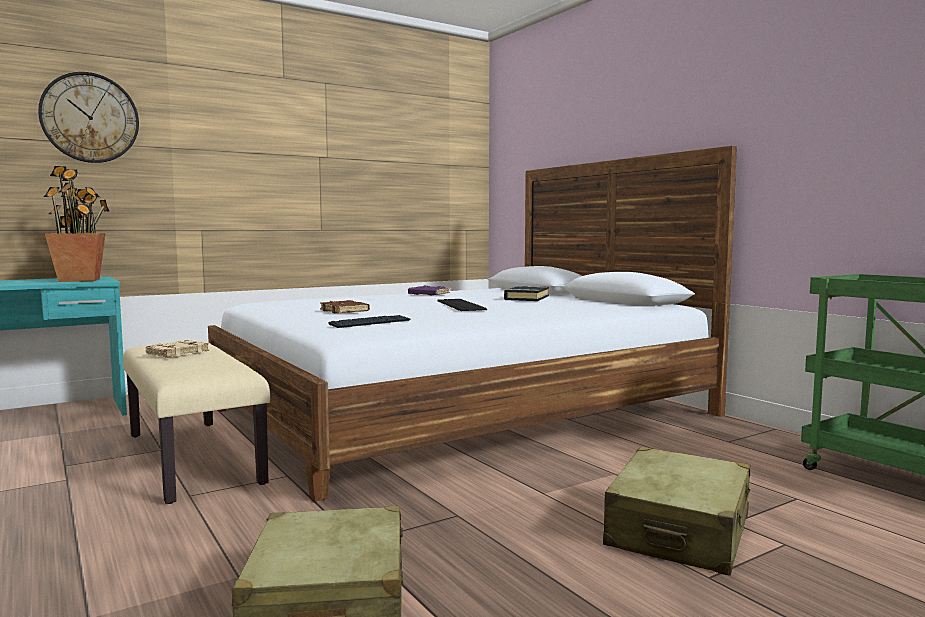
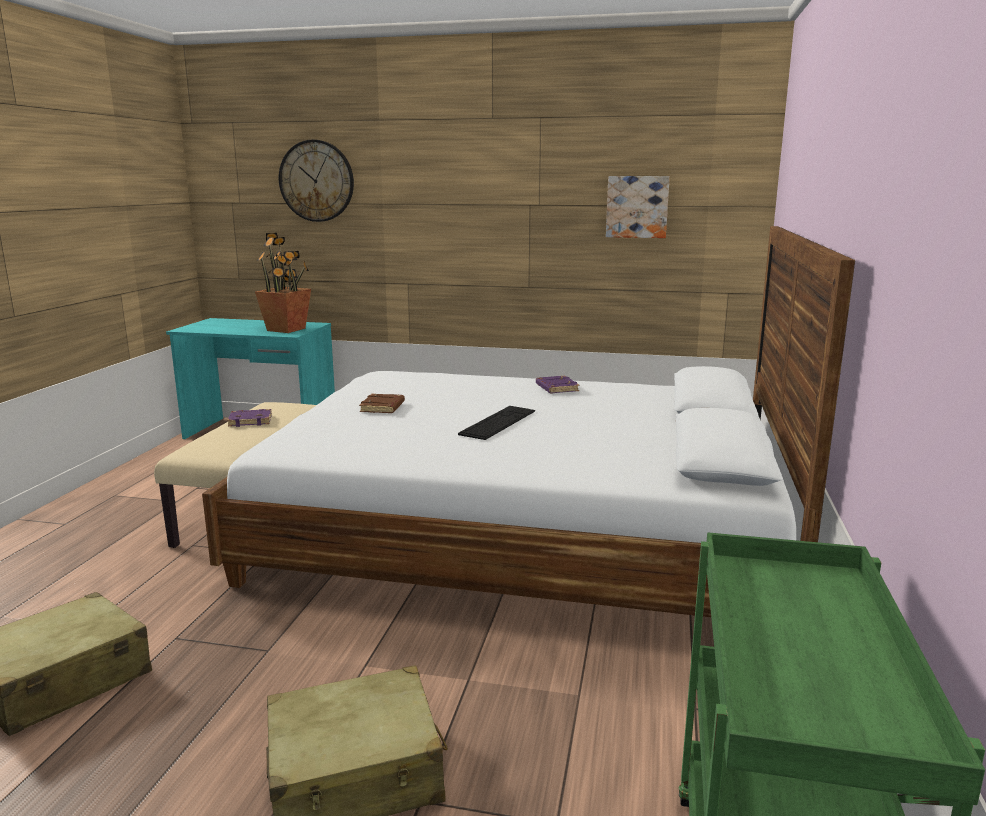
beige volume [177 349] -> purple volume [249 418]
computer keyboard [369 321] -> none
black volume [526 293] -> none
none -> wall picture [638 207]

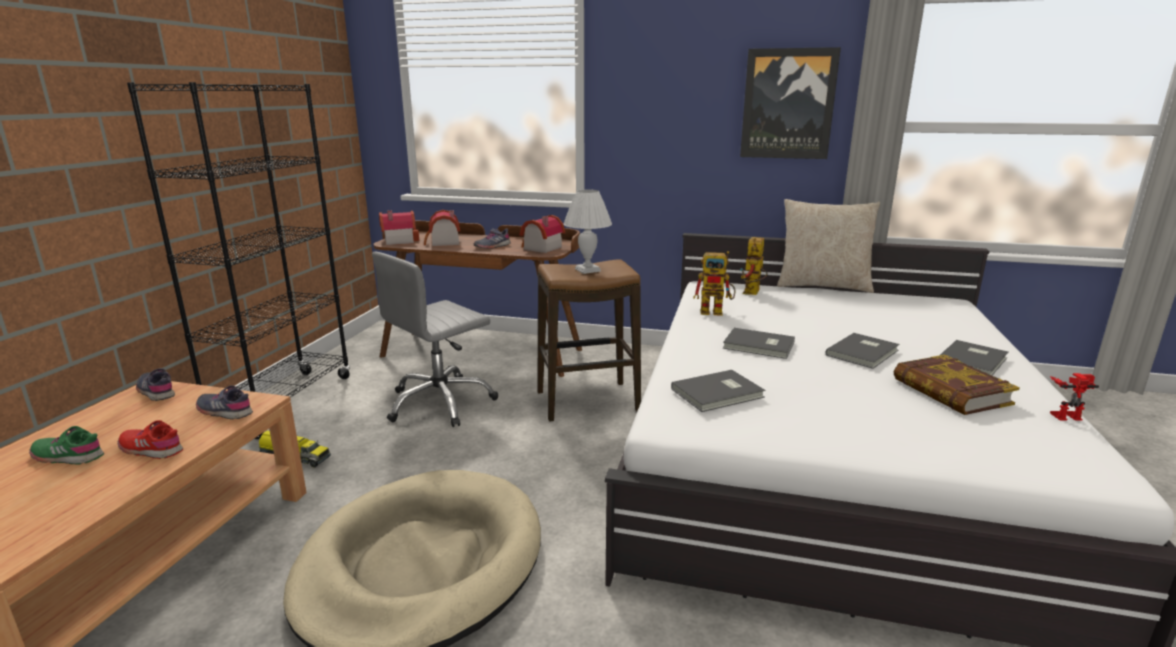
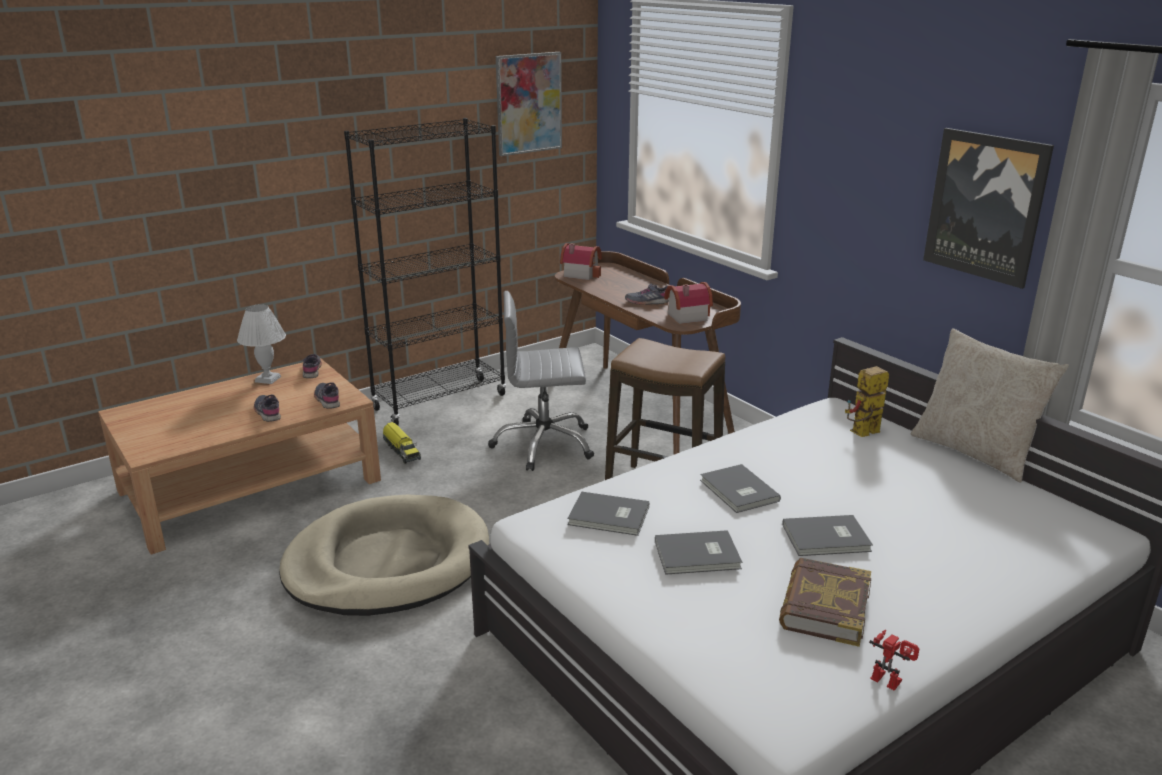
greenish item of footwear [66 445] -> none
red item of footwear [150 439] -> greyish item of footwear [267 408]
miniature house [442 228] -> none
white lamp for a table [587 231] -> white lamp for a table [261 344], relocated
toy robot [714 283] -> none
greyish volume [974 357] -> greyish volume [698 552], relocated
none -> wall picture [529 104]

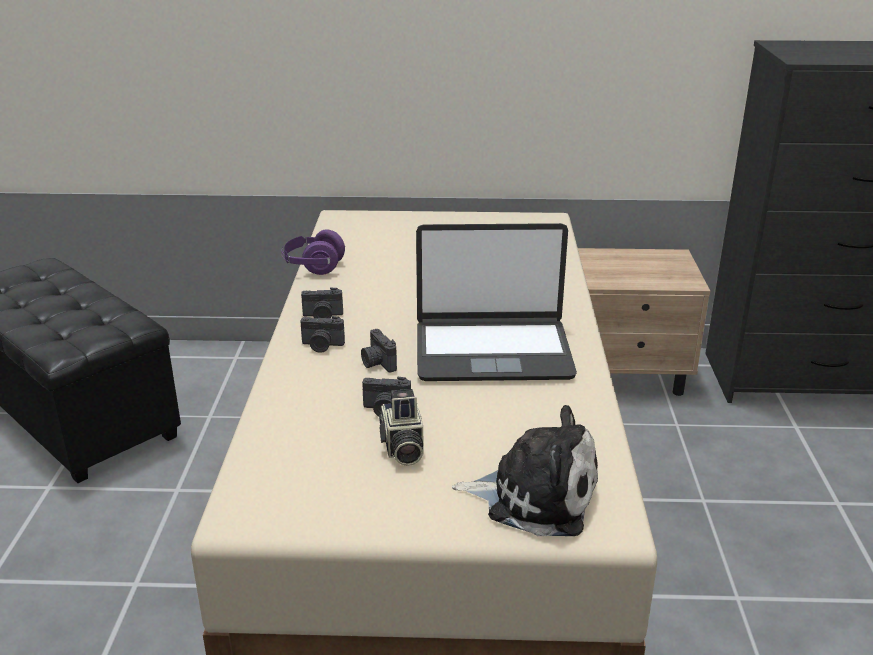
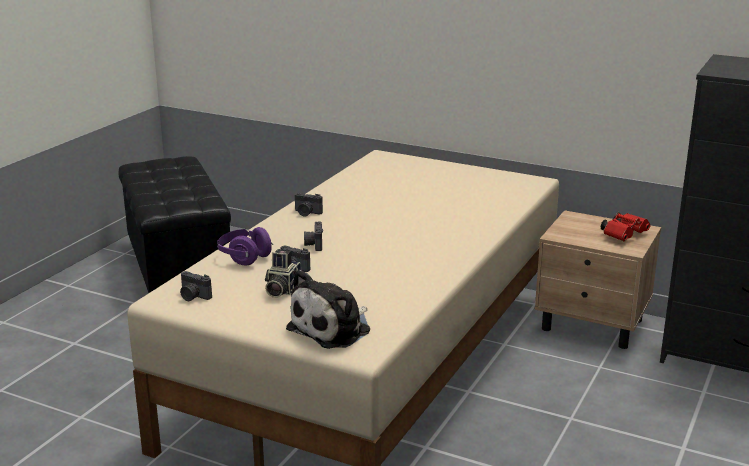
purple headphones [313 252] -> purple headphones [245 246], relocated
photo camera [322 334] -> photo camera [196 286], relocated
laptop [496 302] -> none
plush toy [525 470] -> plush toy [328 309], 90 degrees clockwise
none -> red pair of binoculars [625 227]

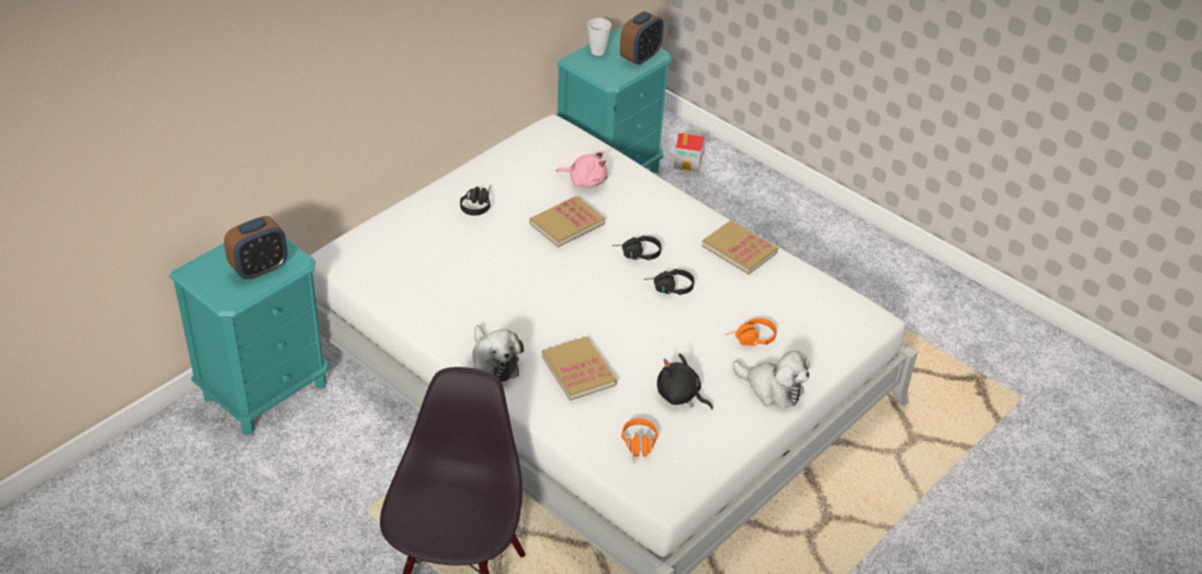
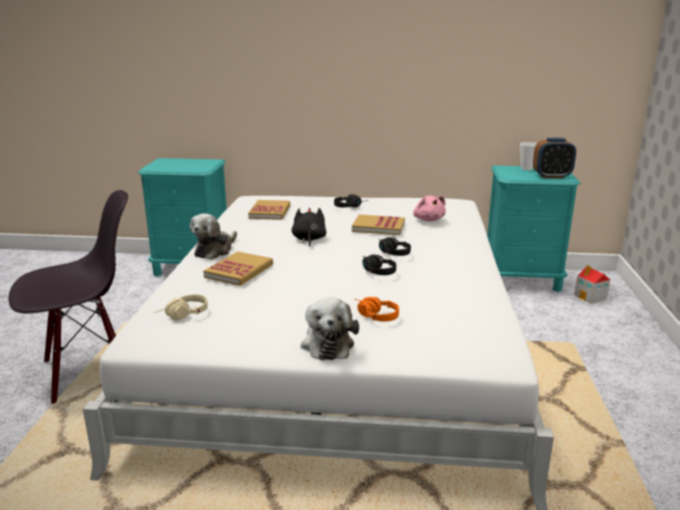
alarm clock [256 248] -> none
orange-coloured headphones [639 439] -> beige headphones [180 307]
black plush toy [685 381] -> black plush toy [309 227], relocated
volume [740 247] -> volume [269 210], relocated

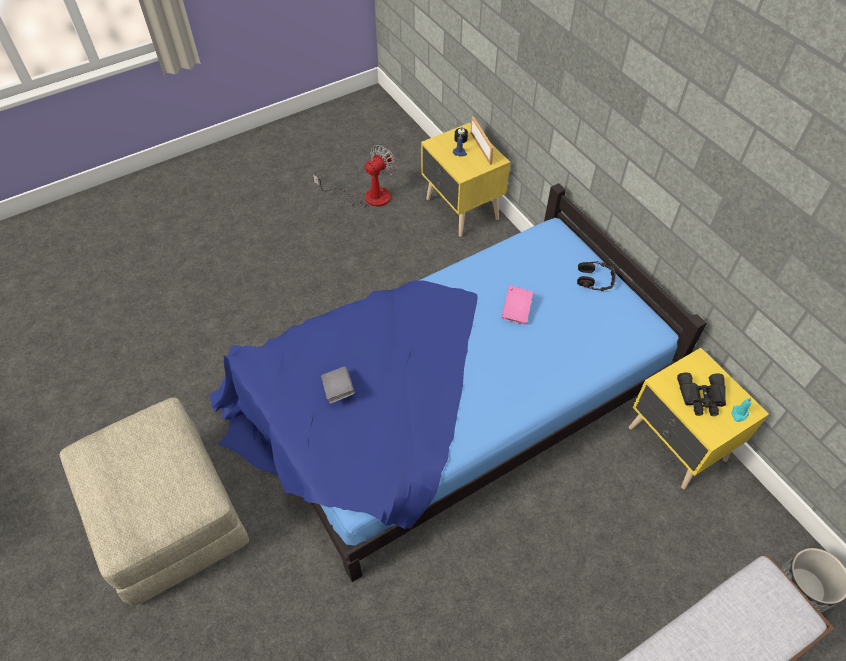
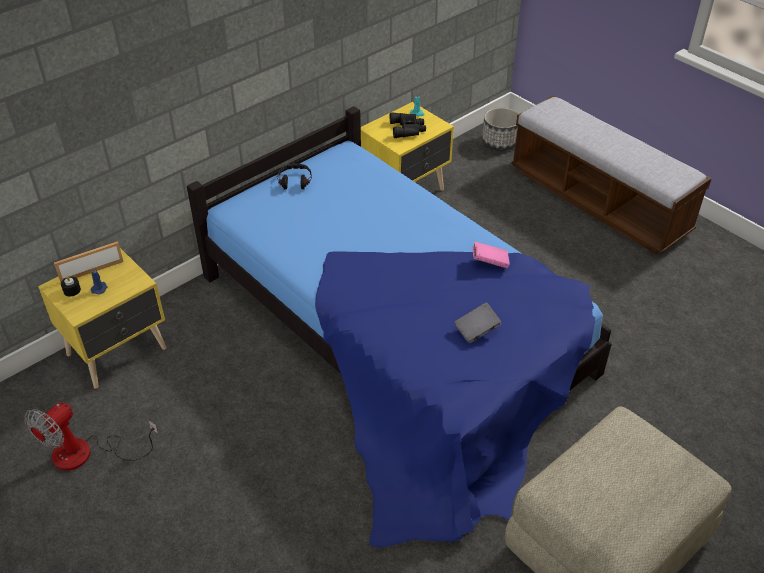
cooling fan [355 175] -> cooling fan [91 436], 90 degrees counterclockwise
pinkish volume [517 305] -> pinkish volume [491 255], relocated

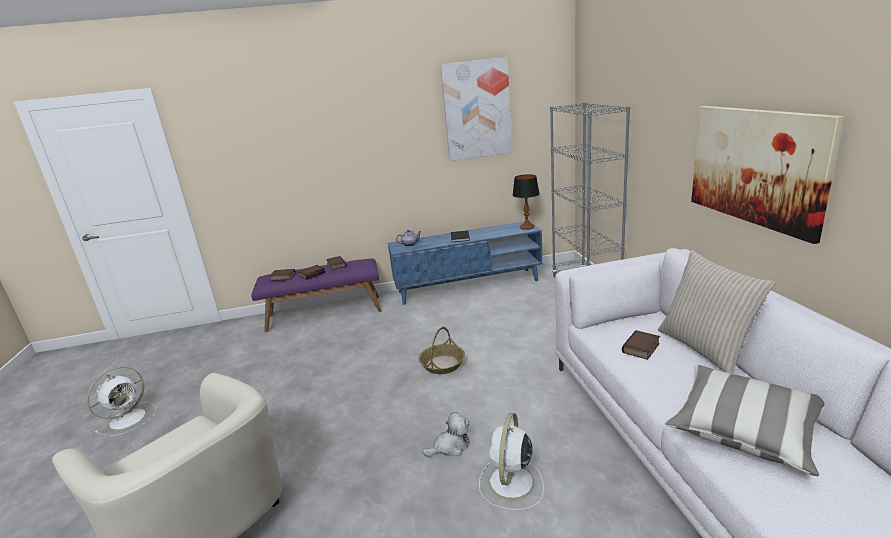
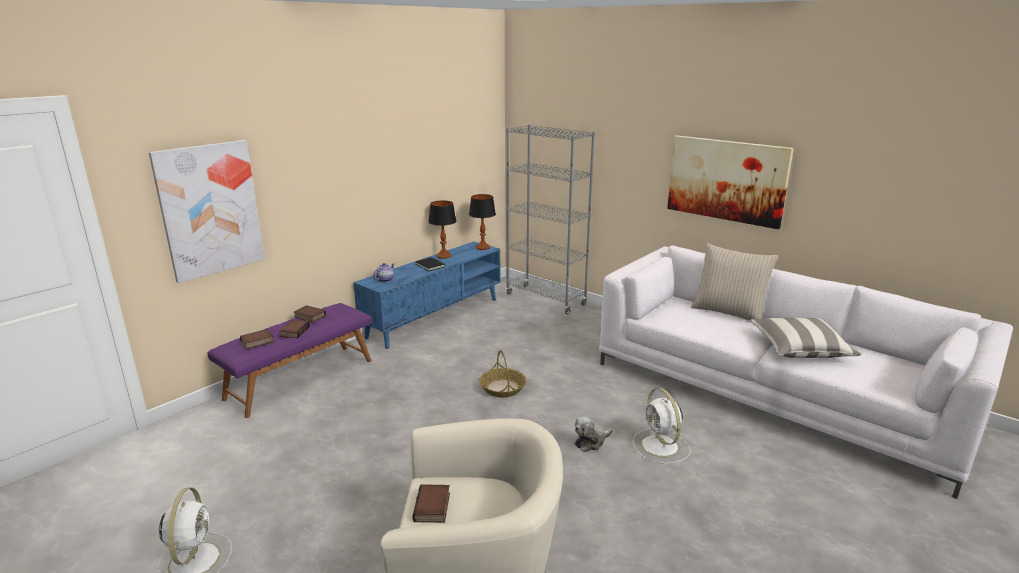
plush toy [446 434] -> plush toy [594 434], 150 degrees counterclockwise
wall picture [476 109] -> wall picture [207 211], relocated
volume [641 345] -> volume [431 503], relocated
none -> lamp for a table [442 230]

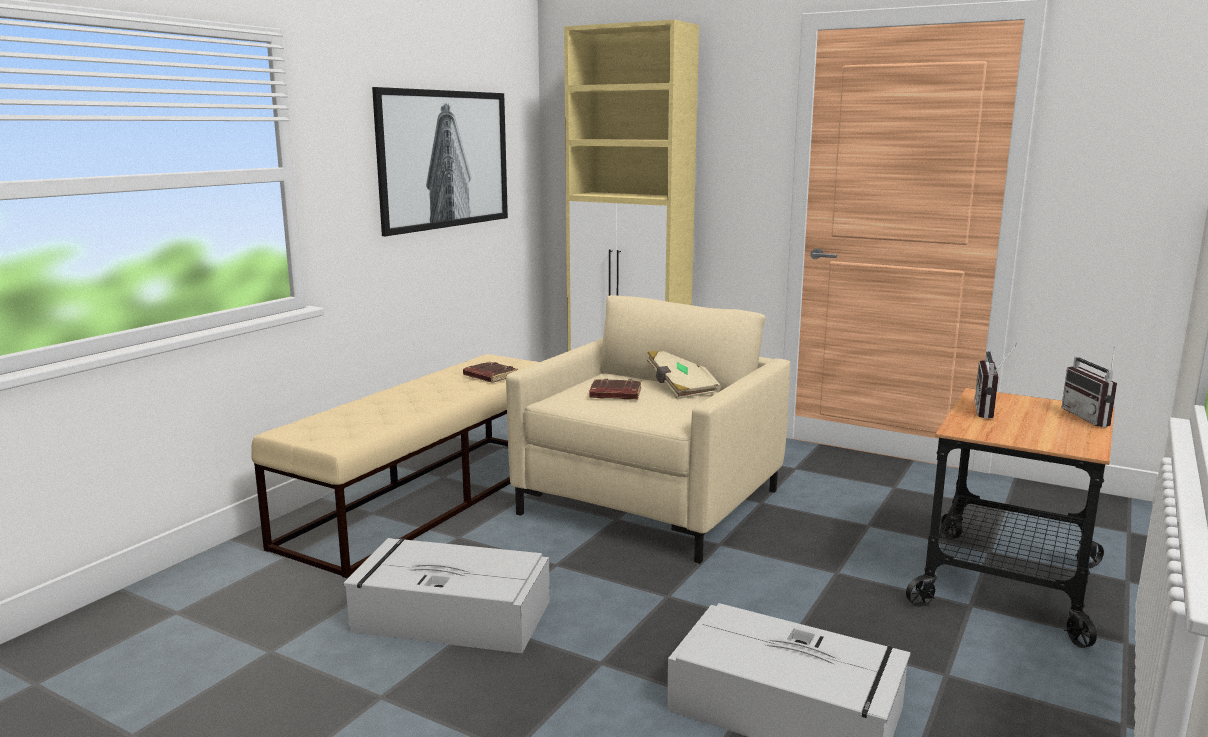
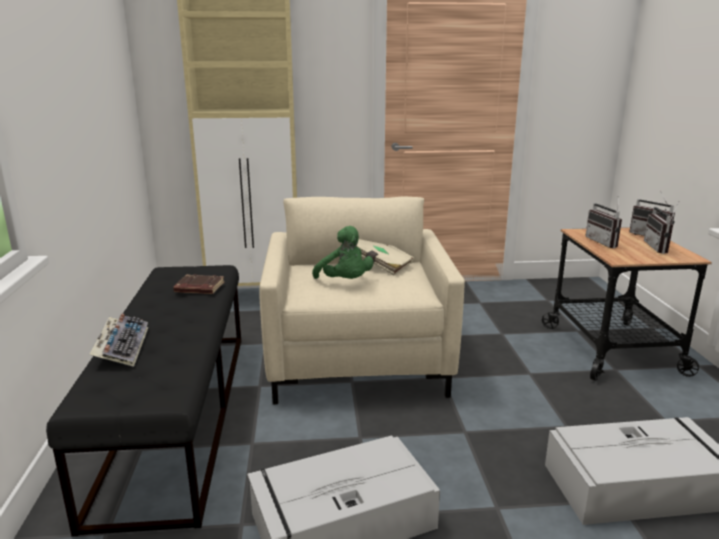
beige long seat [395 466] -> black long seat [143 400]
wall picture [440 161] -> none
brownish volume [615 389] -> greenish plush toy [342 252]
none -> computer keyboard [118 340]
none -> radio [661 228]

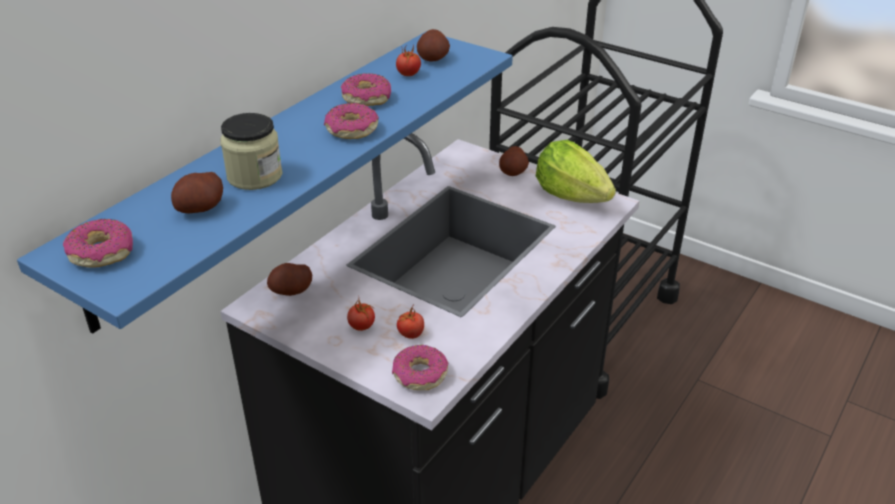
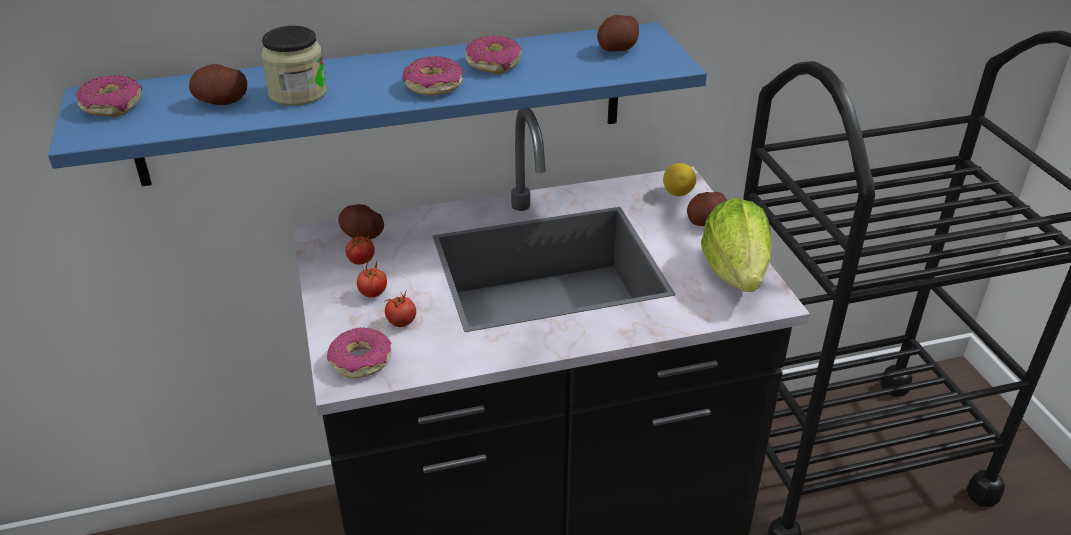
tomato [408 60] -> tomato [360 247], relocated
none -> citrus fruit [679 179]

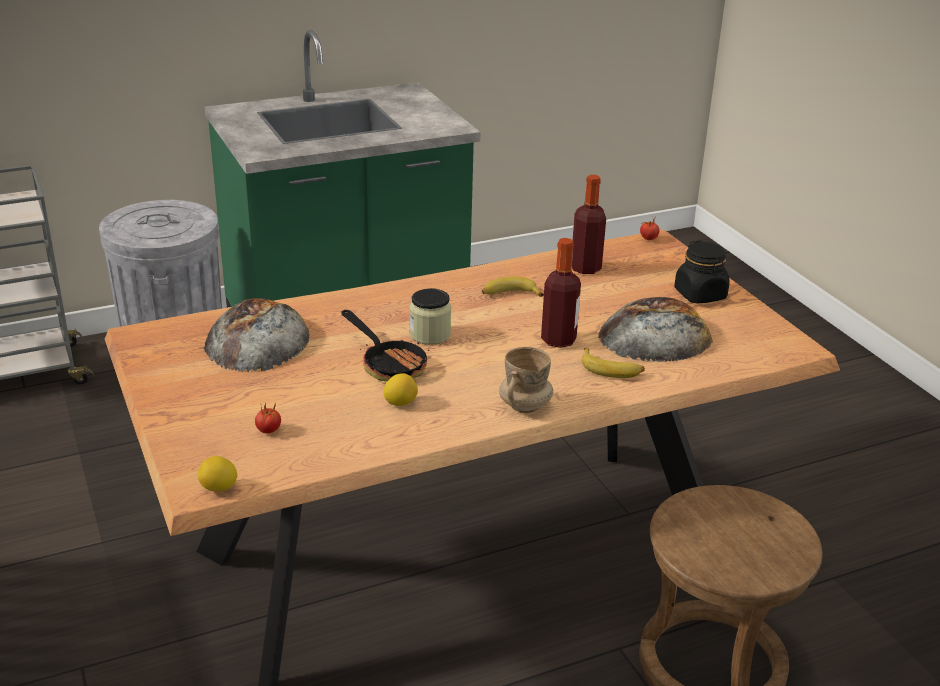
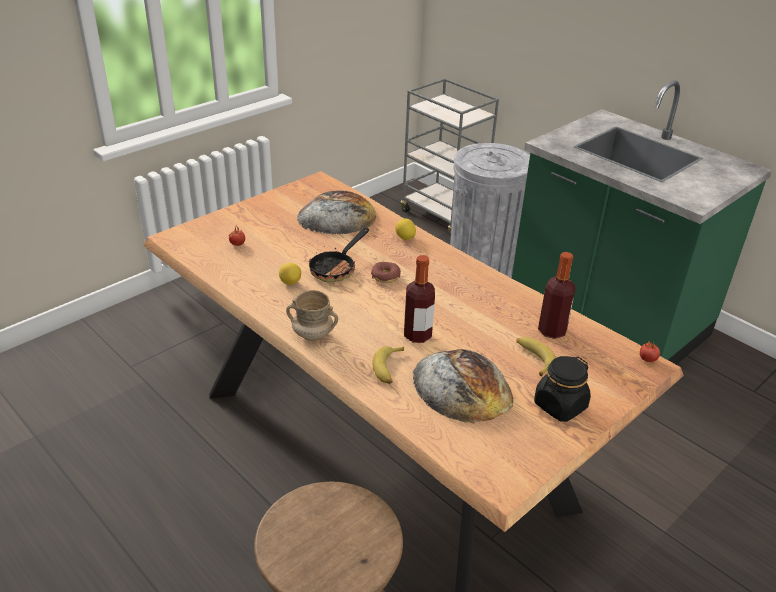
citrus fruit [218 474] -> citrus fruit [405 229], relocated
storage jar [430 316] -> donut [386 272]
whole banana [513 286] -> whole banana [536 356], relocated

